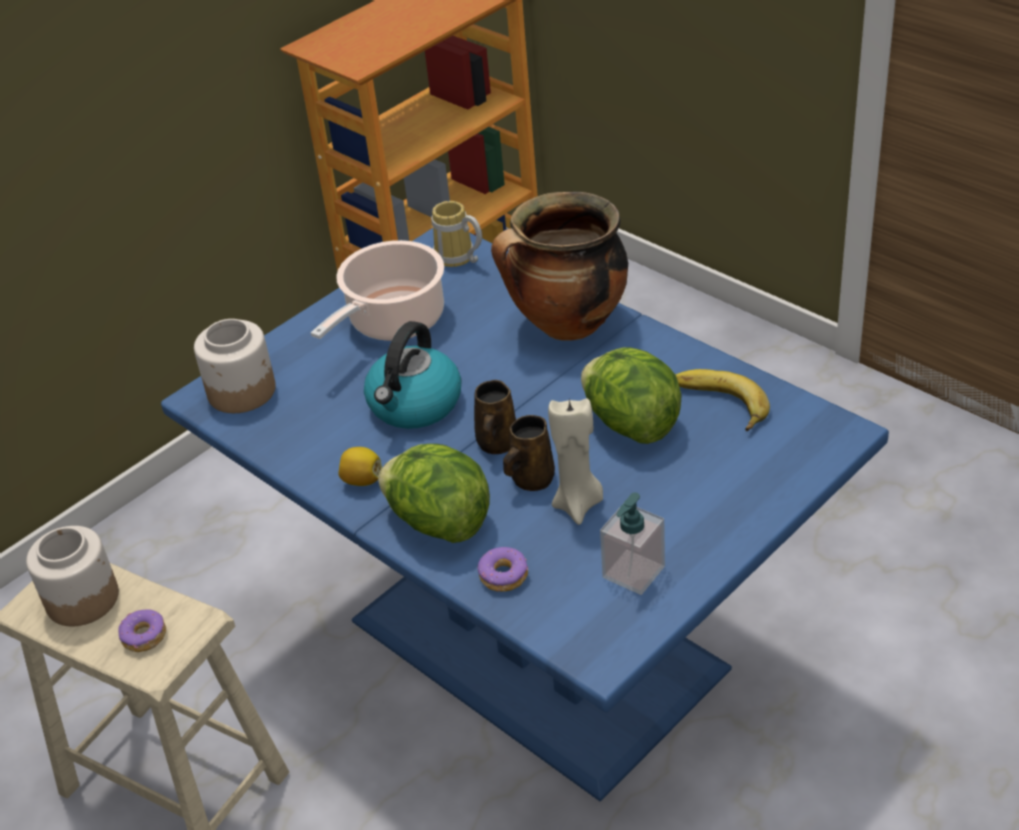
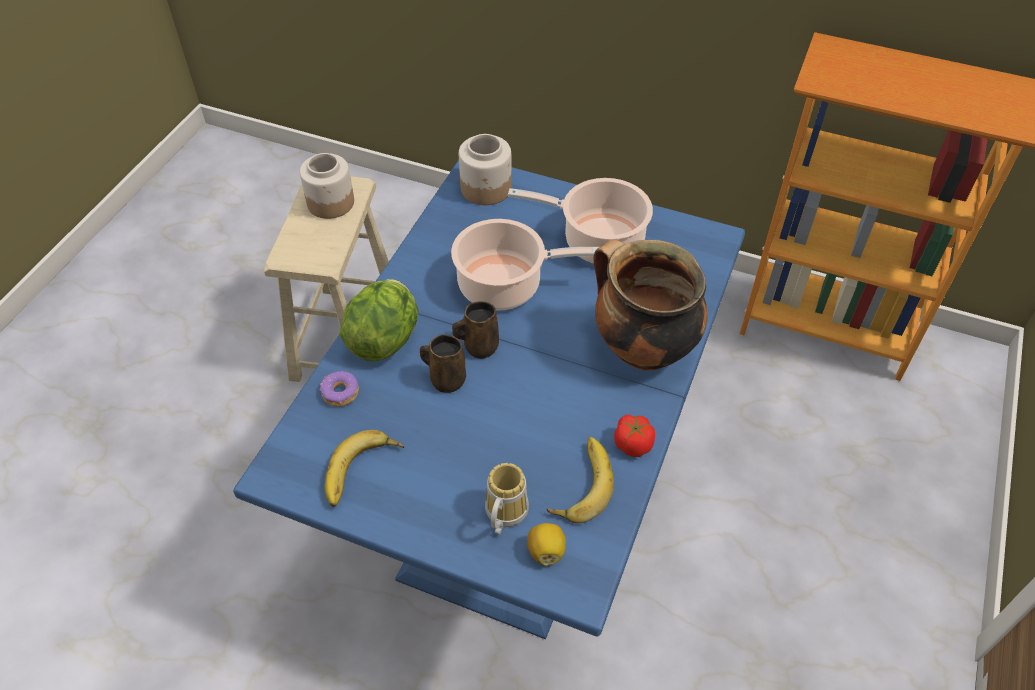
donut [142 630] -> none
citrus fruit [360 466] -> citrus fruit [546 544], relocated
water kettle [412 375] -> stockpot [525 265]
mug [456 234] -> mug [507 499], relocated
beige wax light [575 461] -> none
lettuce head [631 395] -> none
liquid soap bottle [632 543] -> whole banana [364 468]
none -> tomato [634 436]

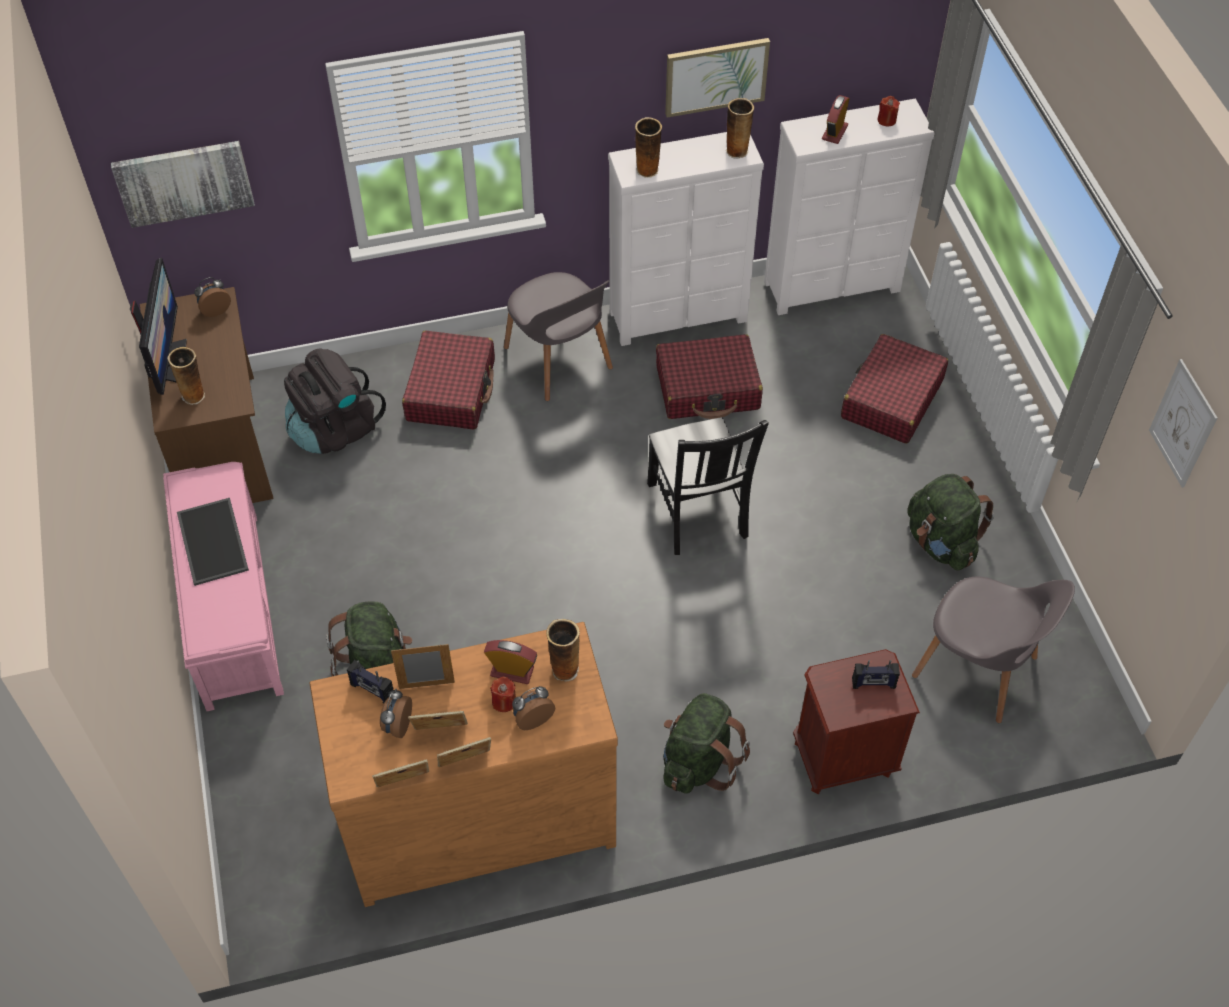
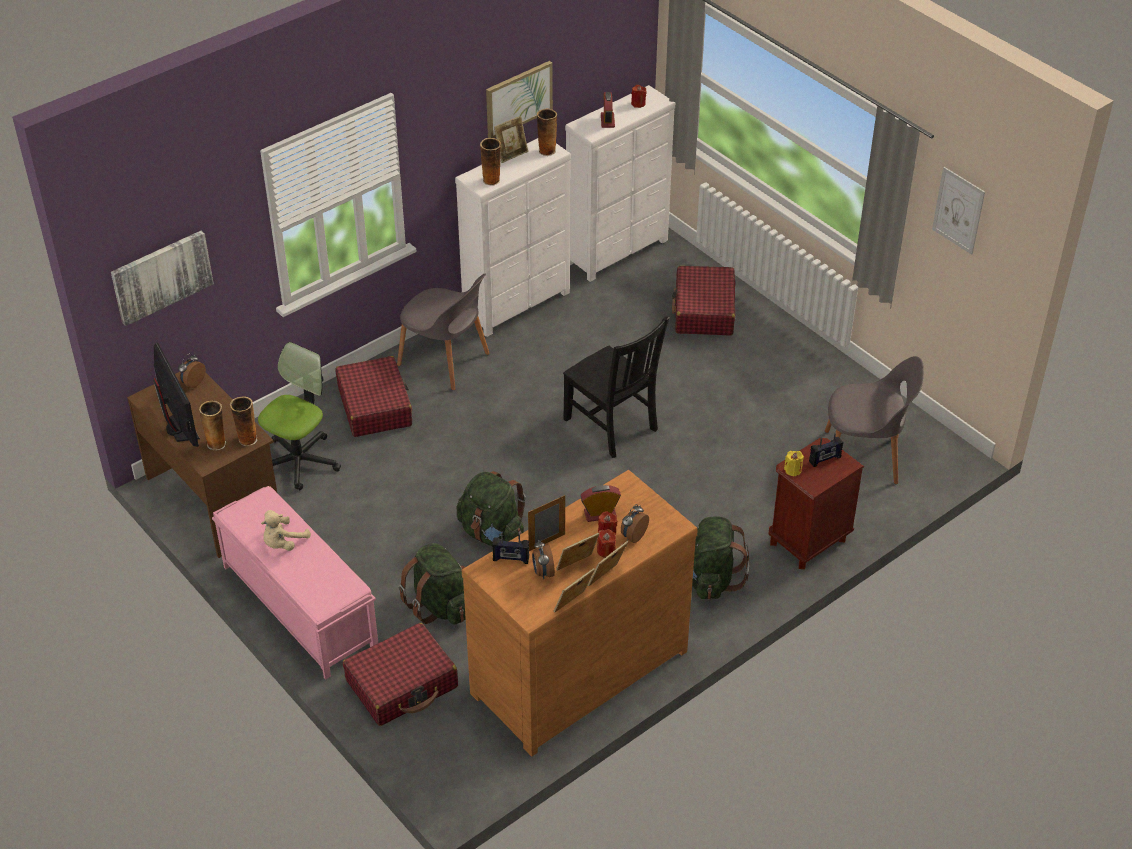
carrying tray [213 542] -> beige plush toy [286 530]
black backpack [335 401] -> desk chair [299 416]
decorative vase [563 650] -> decorative vase [243 421], relocated
red suitcase [709 376] -> red suitcase [400 674], relocated
greenish backpack [950 522] -> greenish backpack [491 508], relocated
none -> picture frame [511 139]
none -> red wax light [606 543]
none -> yellowish wax light [794 464]

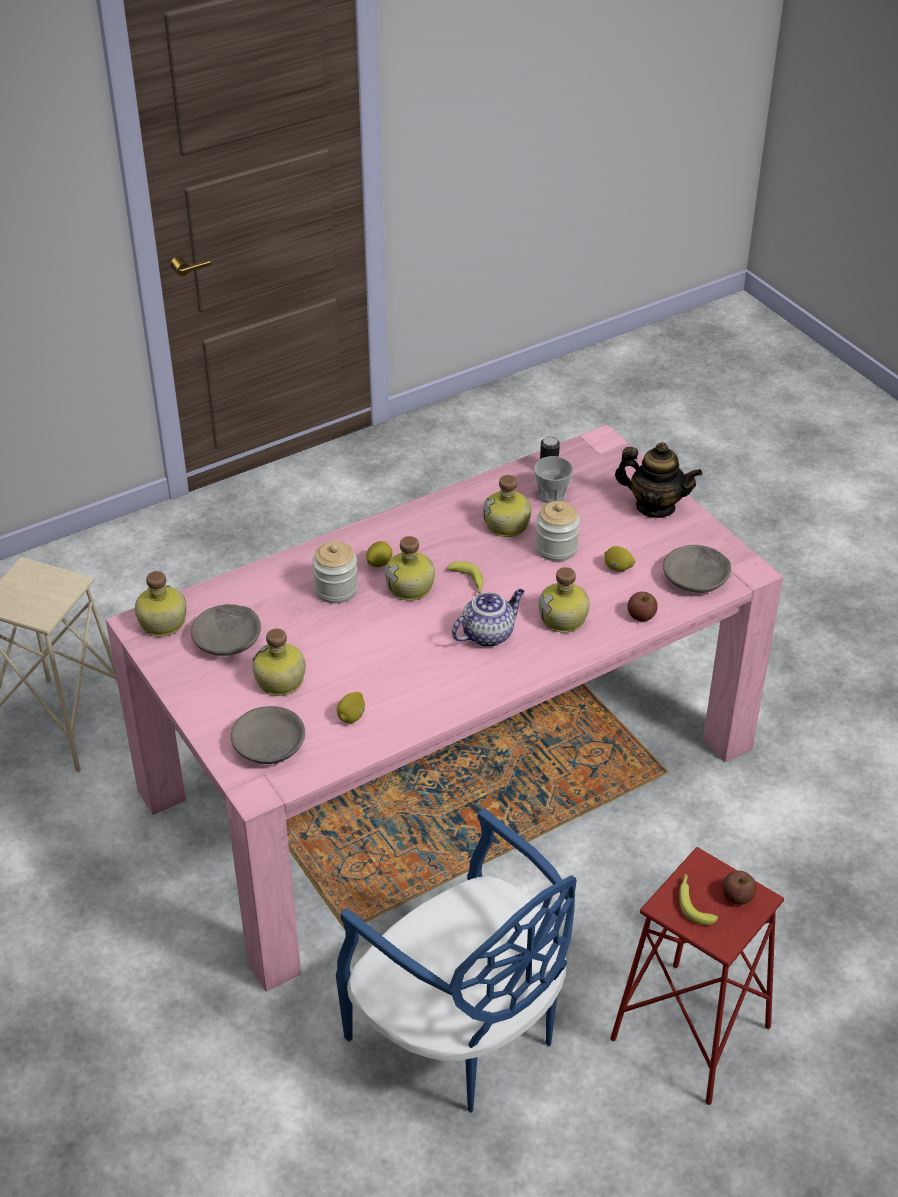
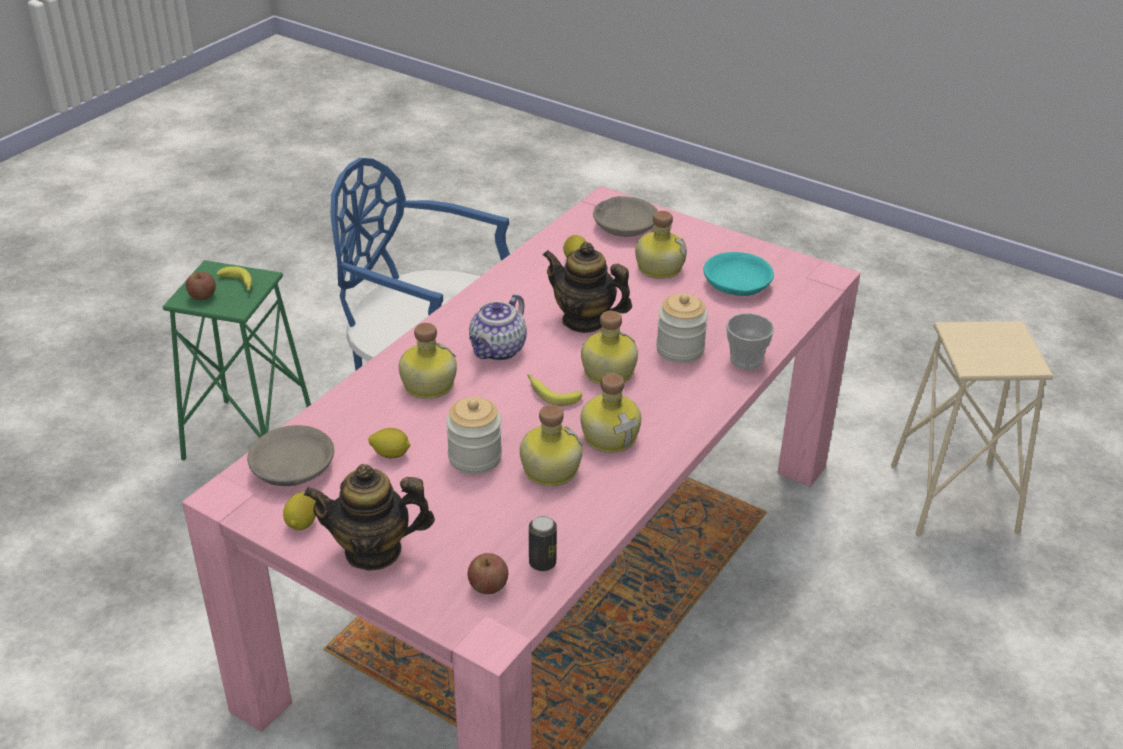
drink bottle [161 604] -> drink bottle [611 413], relocated
greyish deep dish [226 630] -> turquoise-coloured deep dish [738 274]
citrus fruit [379 554] -> citrus fruit [299 510], relocated
cup [554 479] -> cup [750 341], relocated
red stool seat [697 976] -> greenish stool seat [237 360]
apple fruit [643 606] -> apple fruit [488 573], relocated
none -> teapot [587 287]

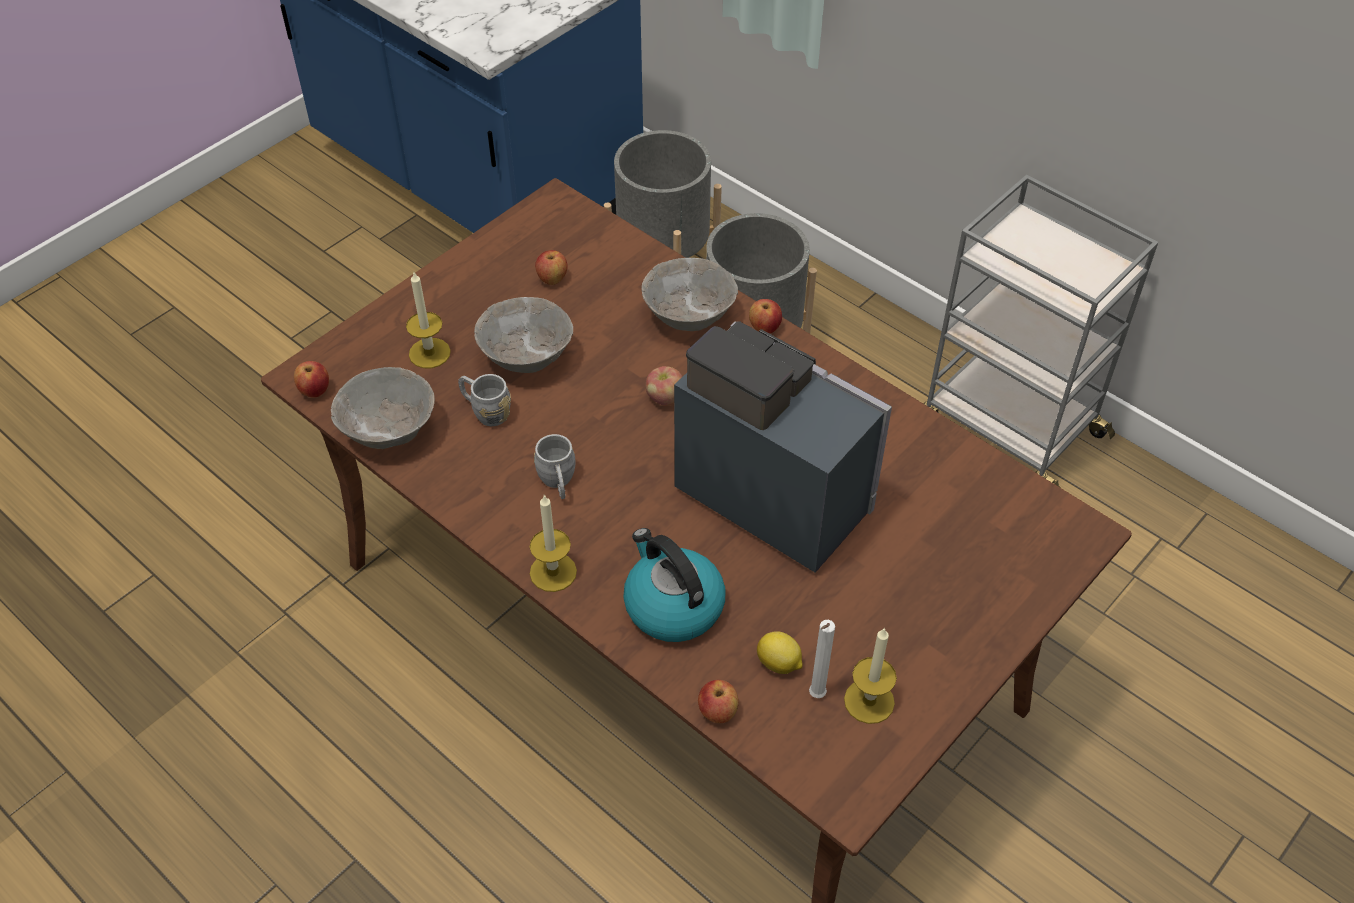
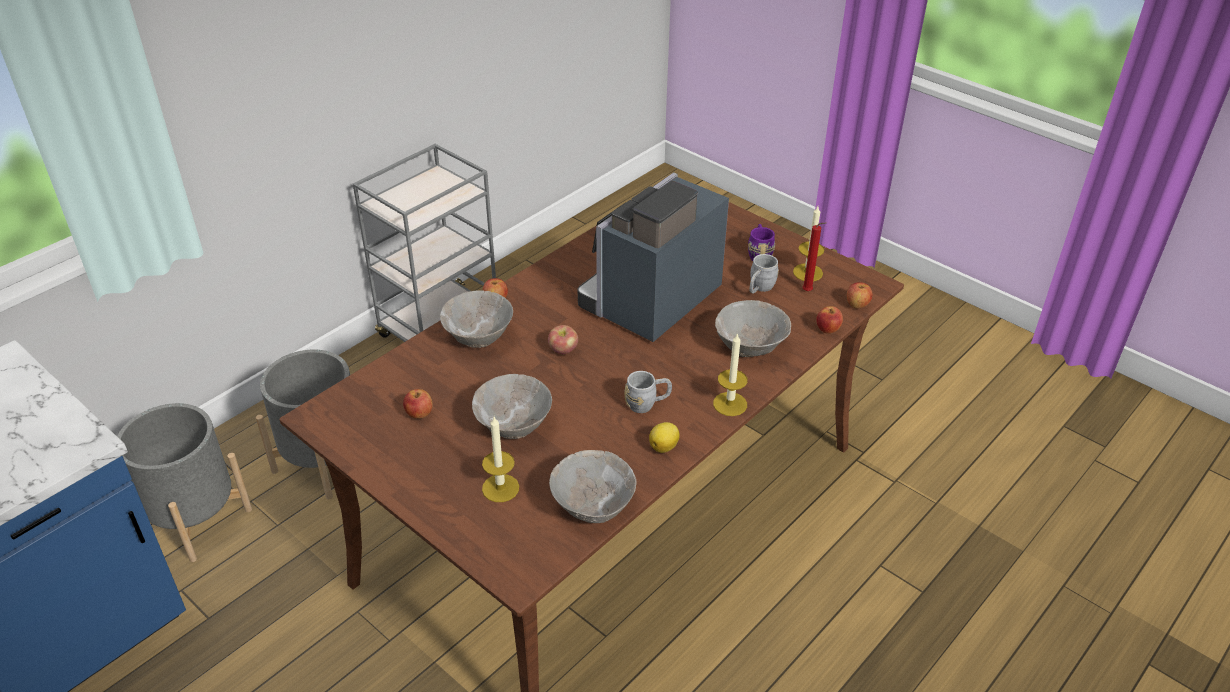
apple fruit [311 379] -> apple fruit [859 295], relocated
greyish mug [484 400] -> greyish mug [764 273], relocated
water kettle [674 585] -> greyish deep dish [753 328]
citrus fruit [779 652] -> citrus fruit [664 437], relocated
white wax light [822 659] -> red wax light [814 256]
none -> purple mug [761 242]

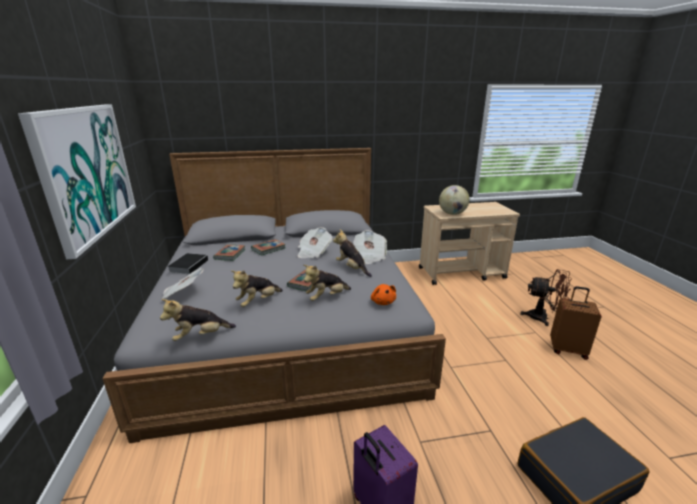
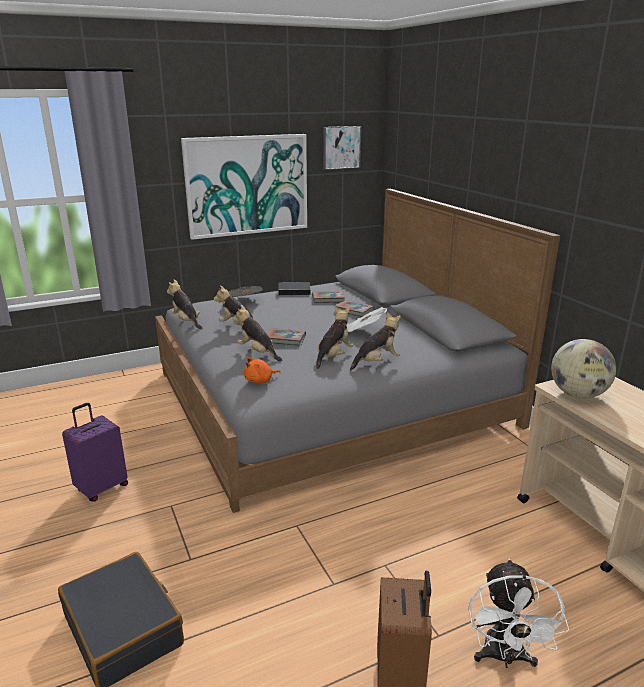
printed paper [370 247] -> plush toy [375 341]
brownish cooling fan [546 297] -> white cooling fan [519 613]
none -> wall picture [342 148]

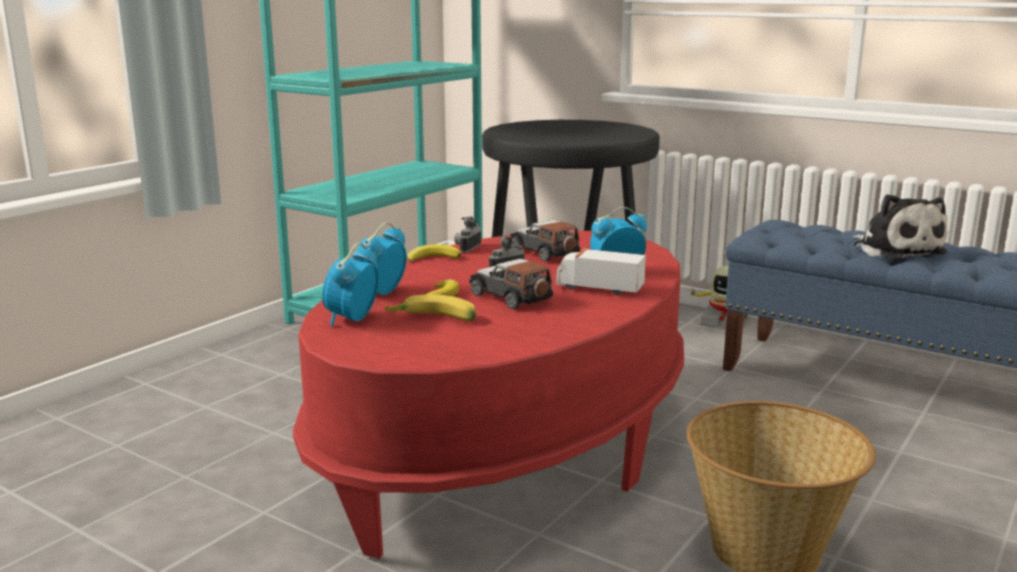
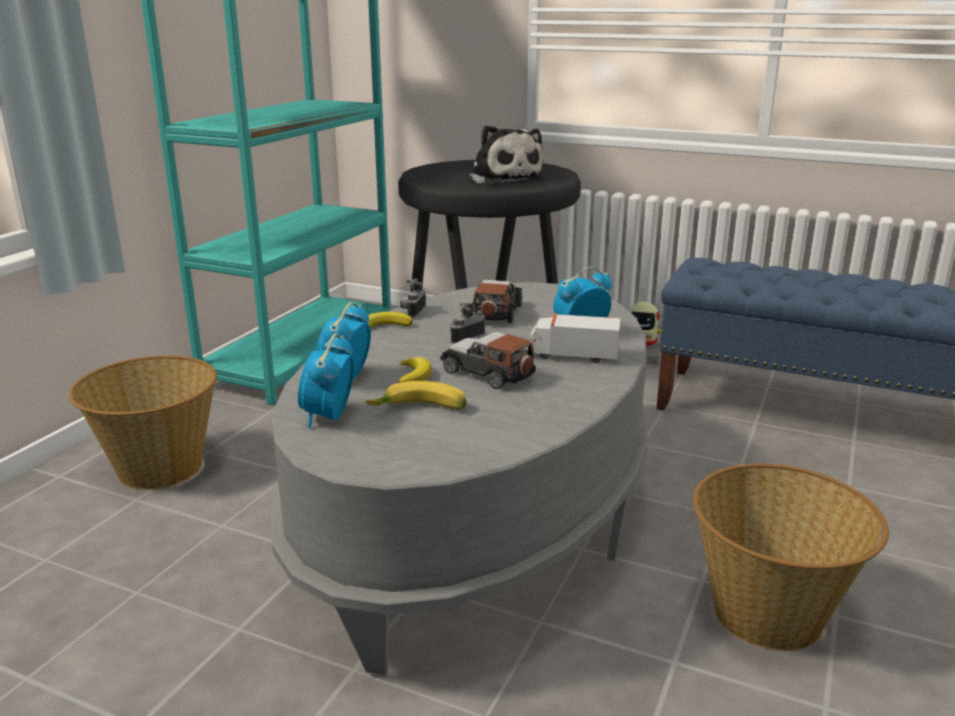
red coffee table [488 395] -> greyish coffee table [459 478]
toy car [545 241] -> toy car [497 301], 60 degrees clockwise
plush toy [900 227] -> plush toy [506 155], relocated
none -> basket [143 422]

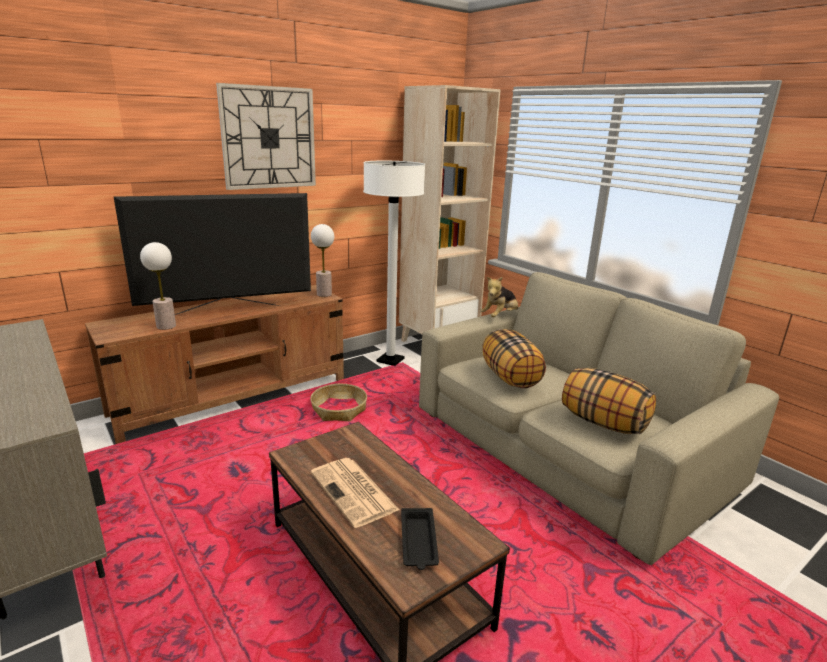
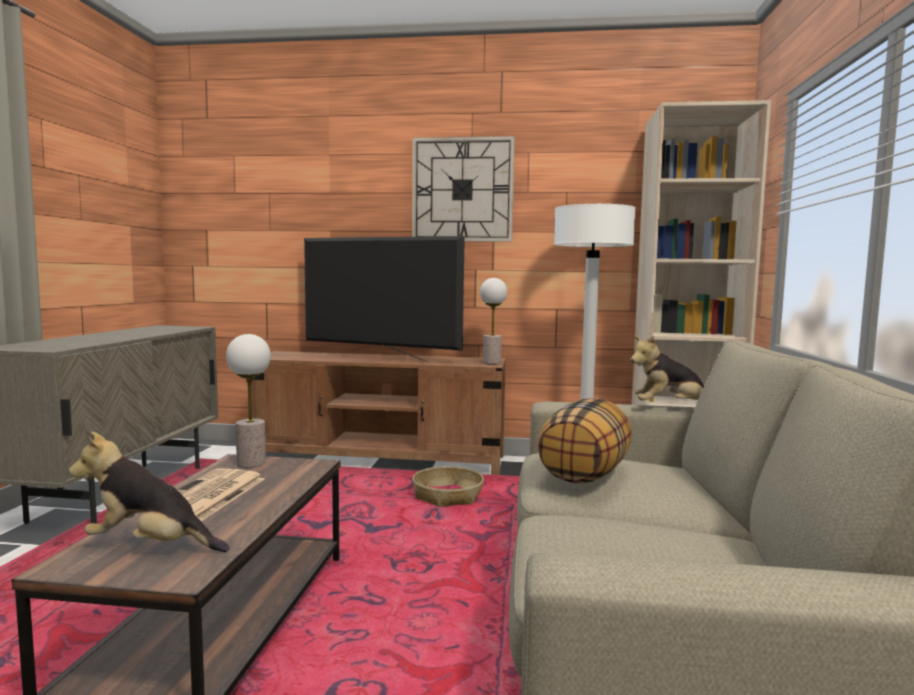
lamp for a table [158 286] -> lamp for a table [248 400], relocated
black carrying tray [420 539] -> plush toy [149 491]
throw pillow [609 401] -> none

